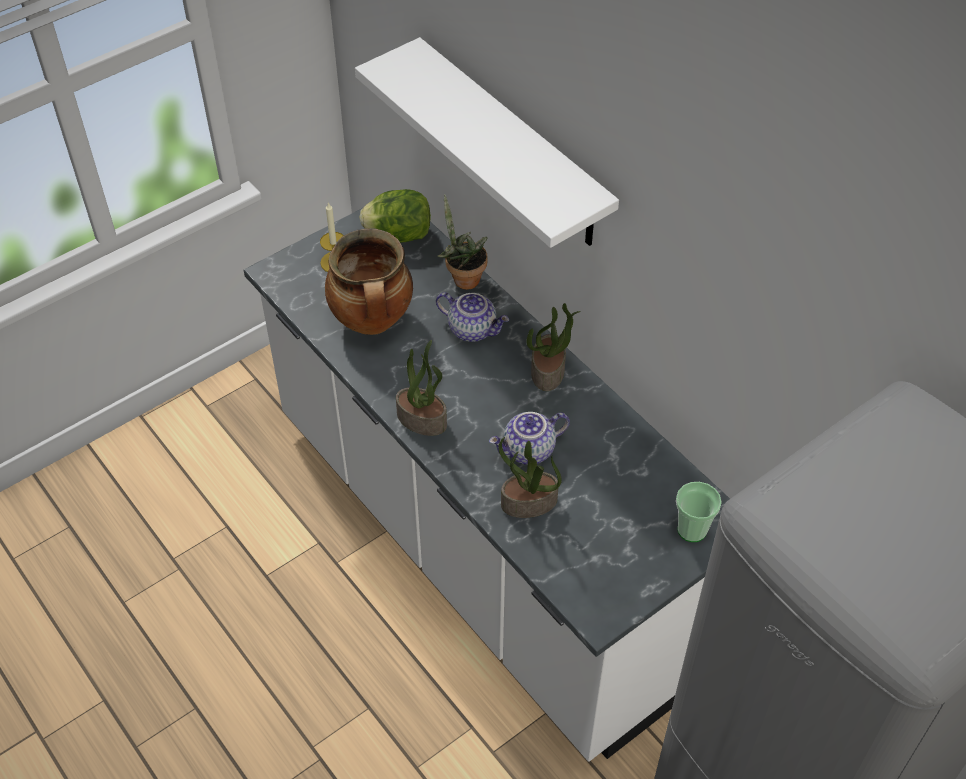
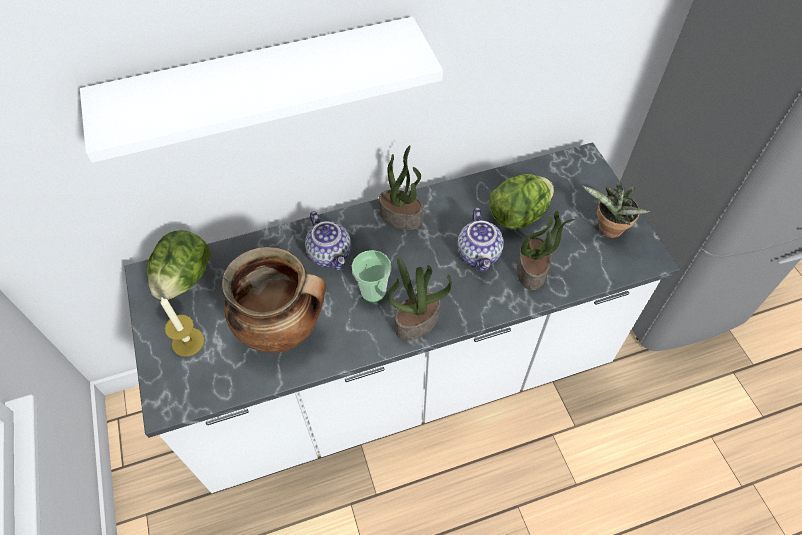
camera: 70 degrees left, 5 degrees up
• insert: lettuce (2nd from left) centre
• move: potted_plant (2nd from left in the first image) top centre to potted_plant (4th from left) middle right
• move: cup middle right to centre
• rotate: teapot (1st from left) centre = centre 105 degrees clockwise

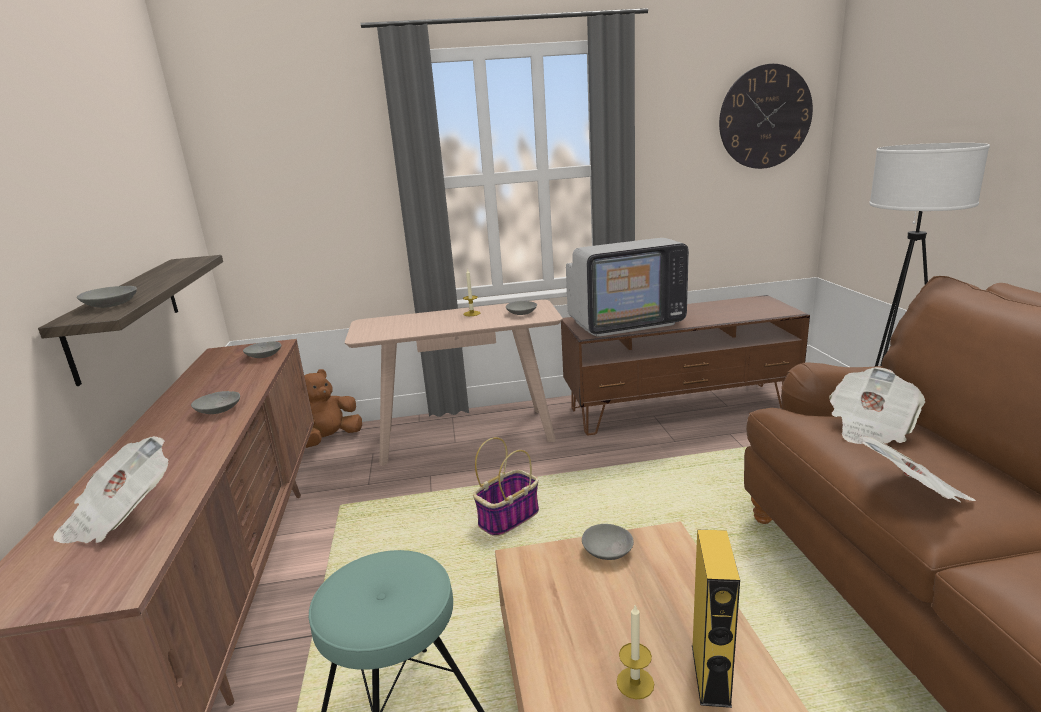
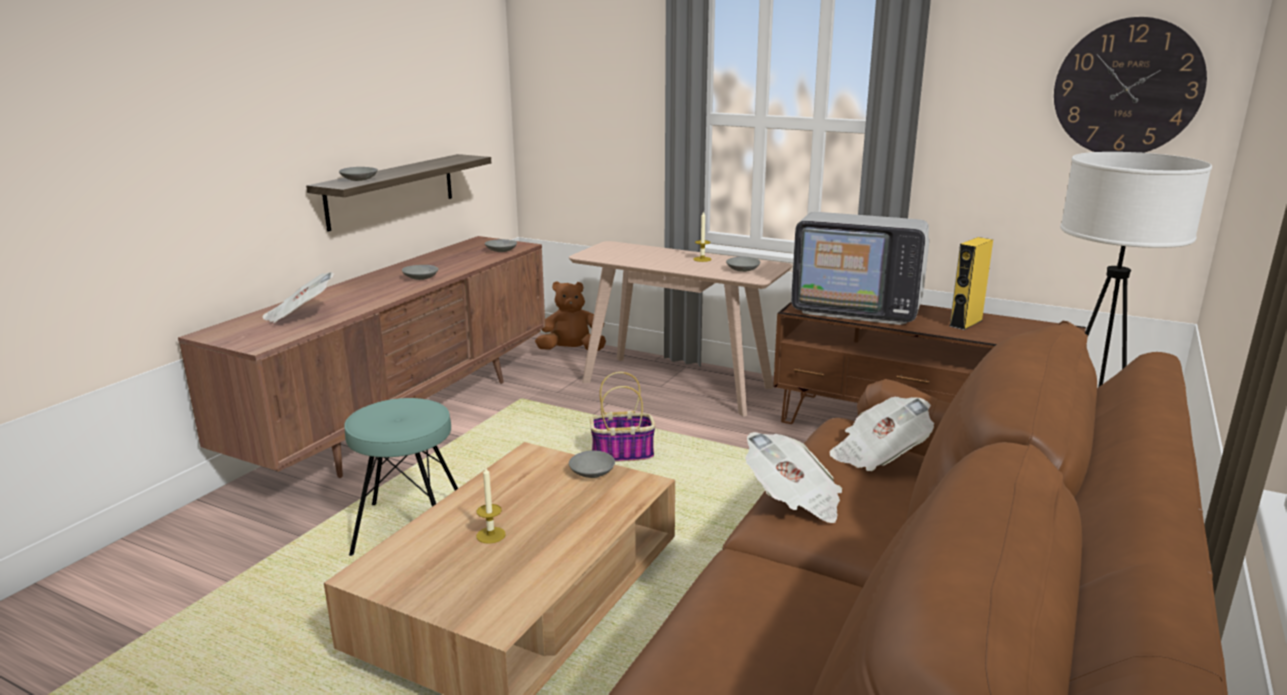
camera: 35 degrees right, 0 degrees up
• move: yellow_speaker bottom right to middle right

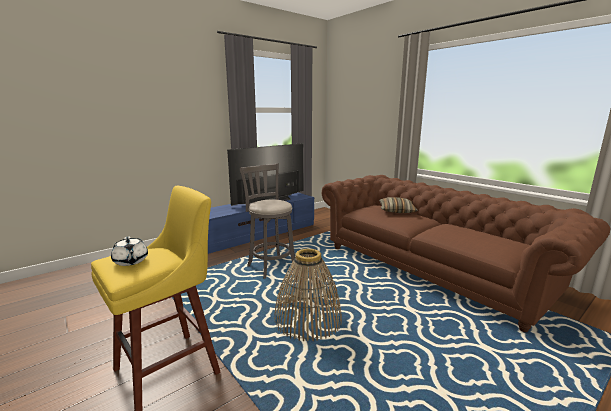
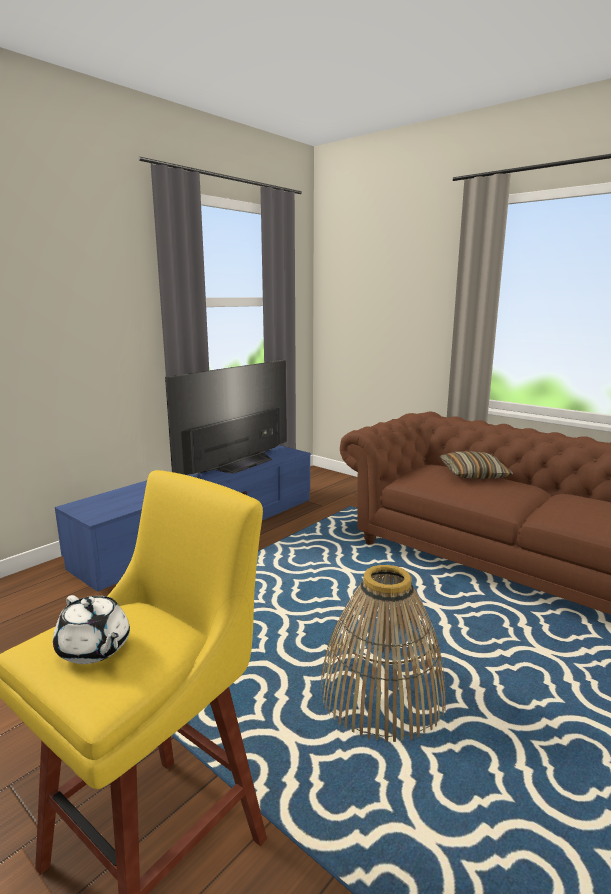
camera: 10 degrees left, 0 degrees up
• delete: grey_stool centre

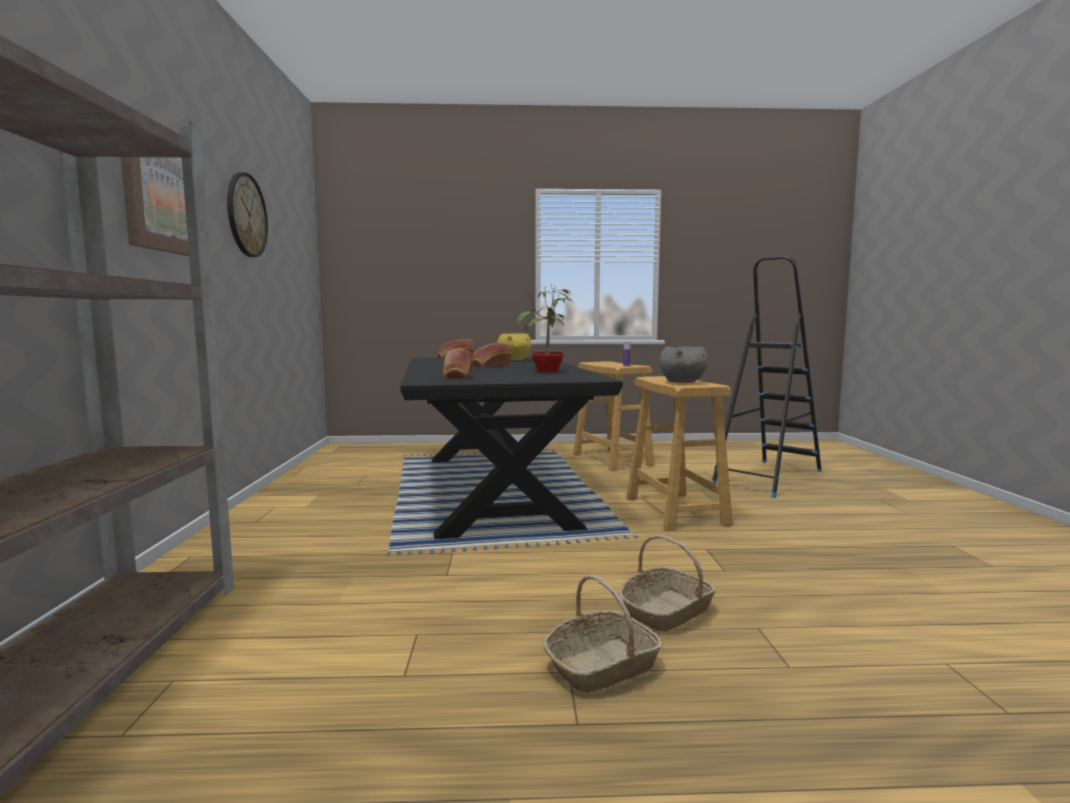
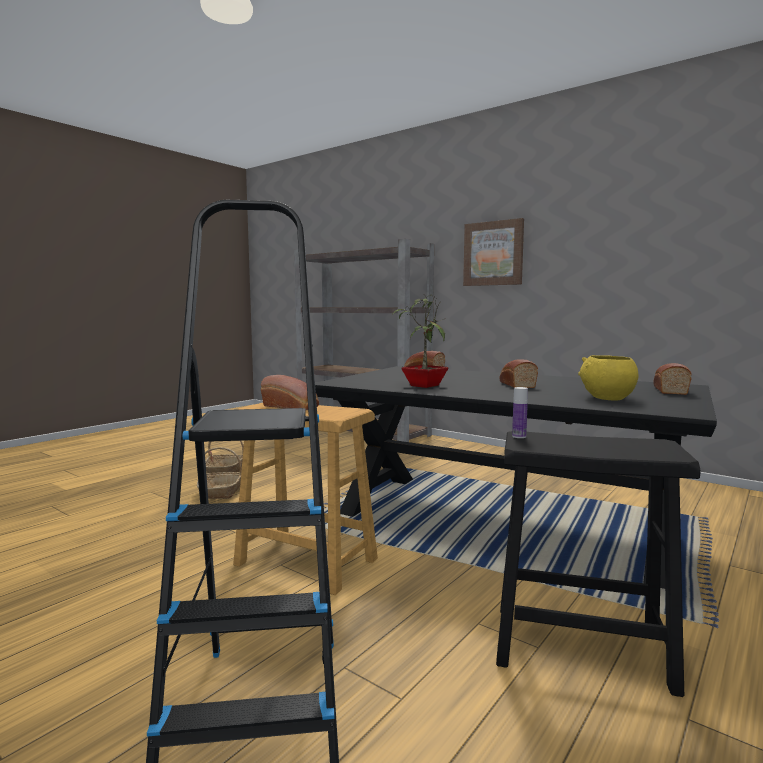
camera: 130 degrees right, 0 degrees up
• delete: wall_clock top left
• replace: grey_bowl centre to bread (1st from left) centre
• recolor: beige_stool (1st from left) centre to black_stool bottom right

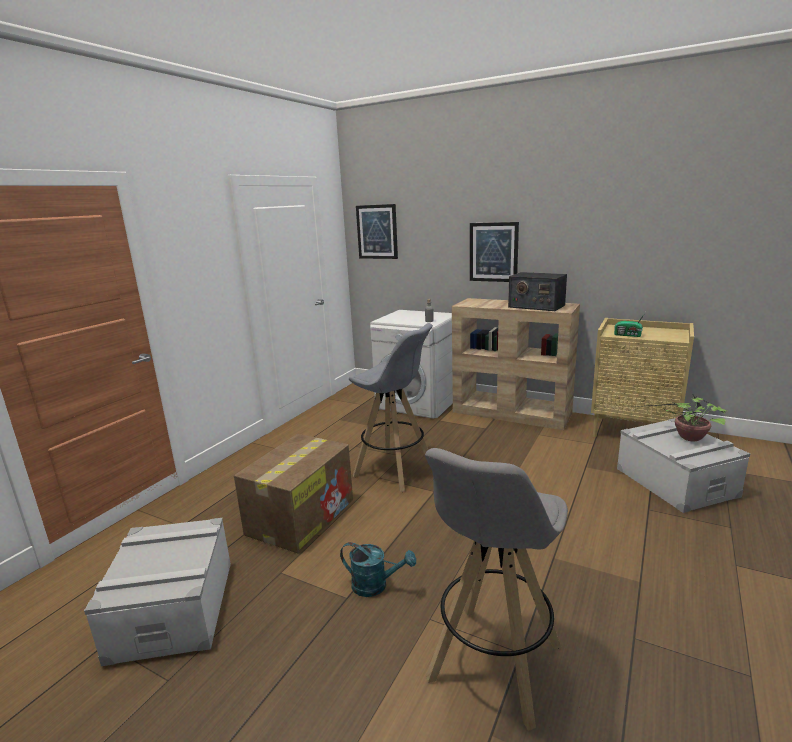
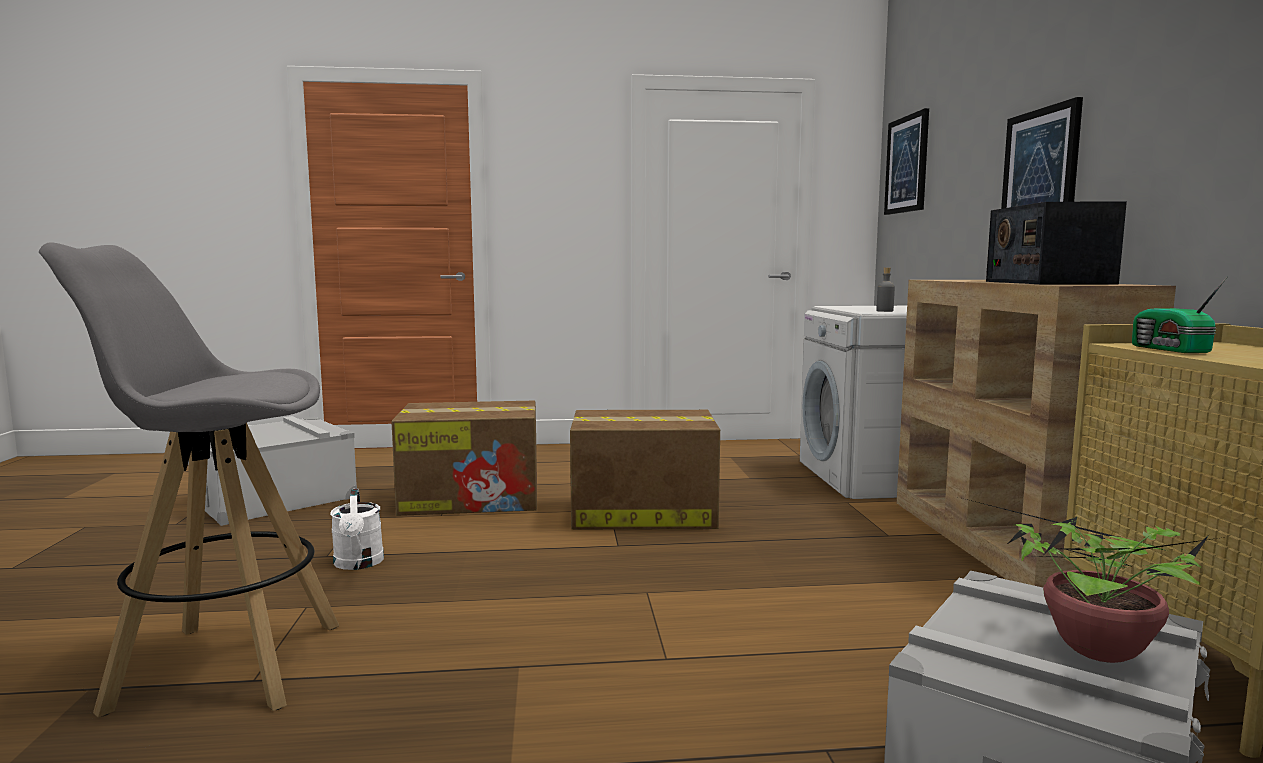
camera: 55 degrees right, 10 degrees down
• replace: grey_stool (1st from left) centre to cardboard_box (2nd from left) centre
• recolor: turquoise_watering_can bottom centre to white_watering_can bottom left

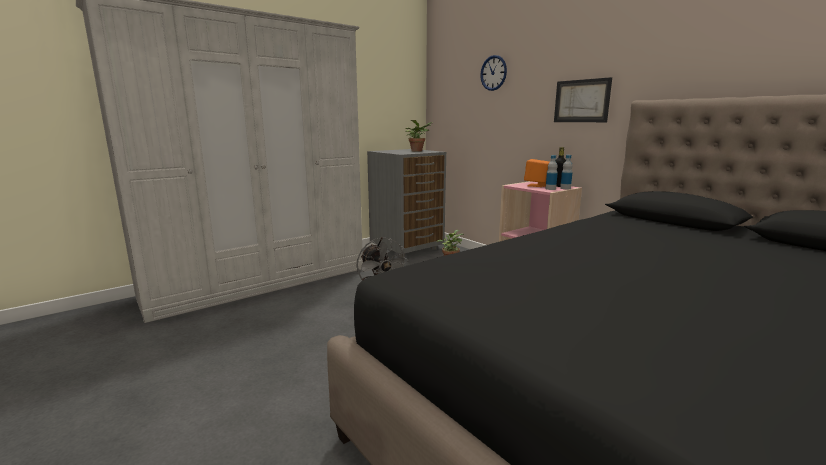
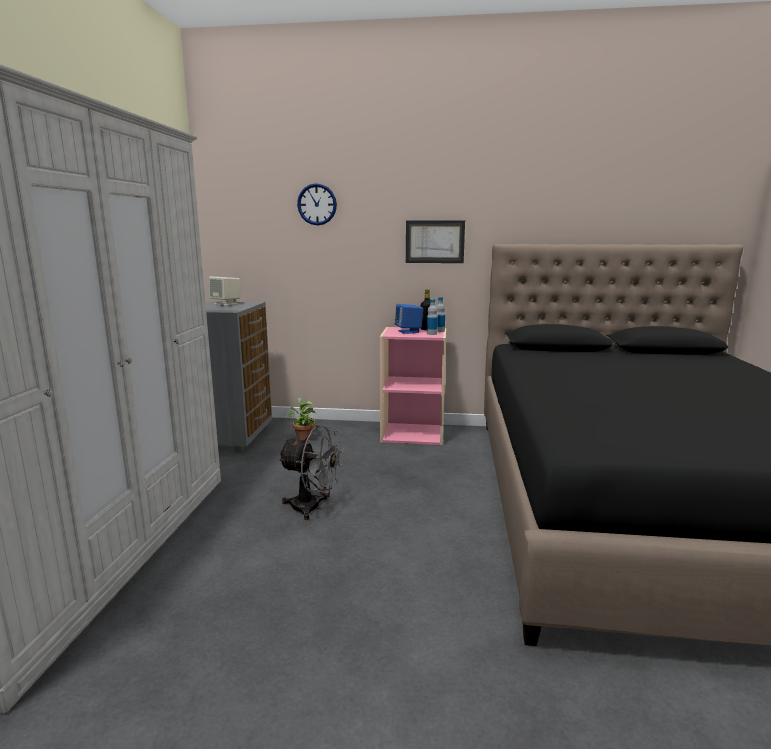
camera: 45 degrees left, 0 degrees up
• replace: potted_plant (1st from left) top centre to beige_speaker middle left
• recolor: orange_speaker centre to blue_speaker centre

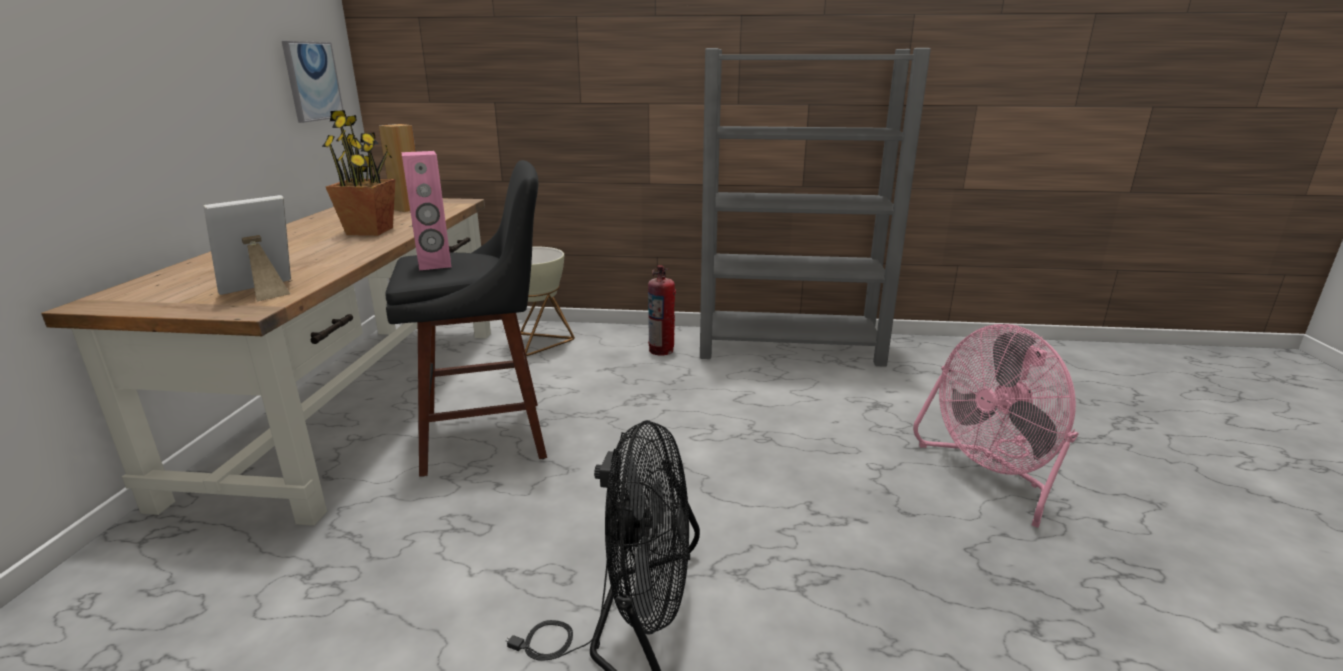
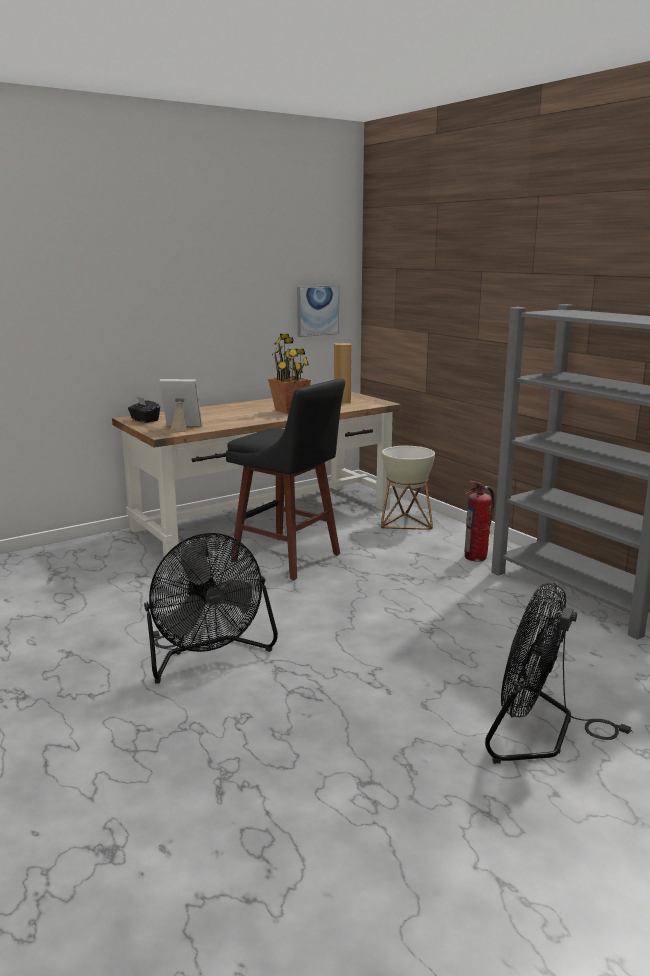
camera: 50 degrees right, 5 degrees down
• delete: pink_speaker top left
• insert: black_tissue_box middle left
• recolor: pink_fan middle right to black_fan (2nd from left) bottom right

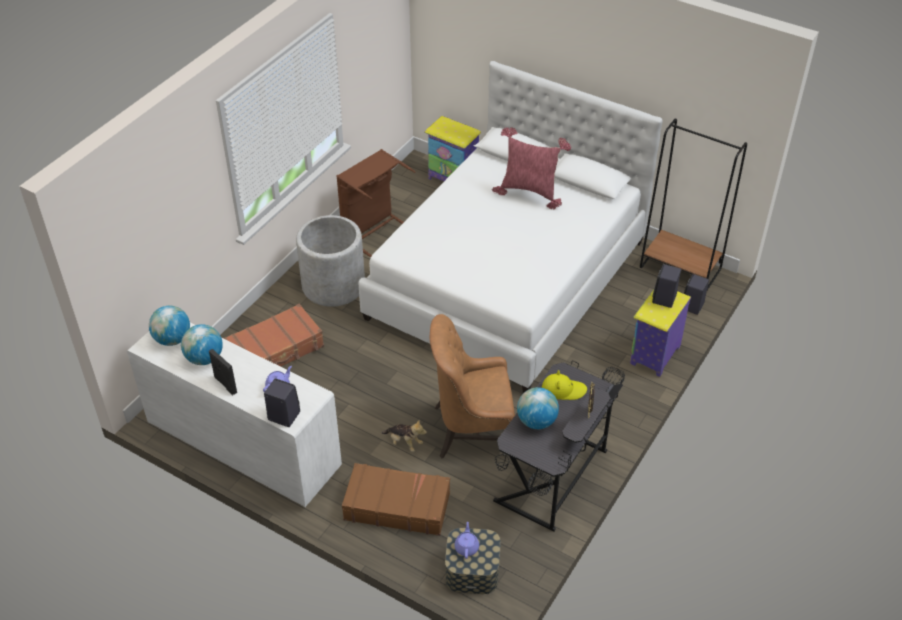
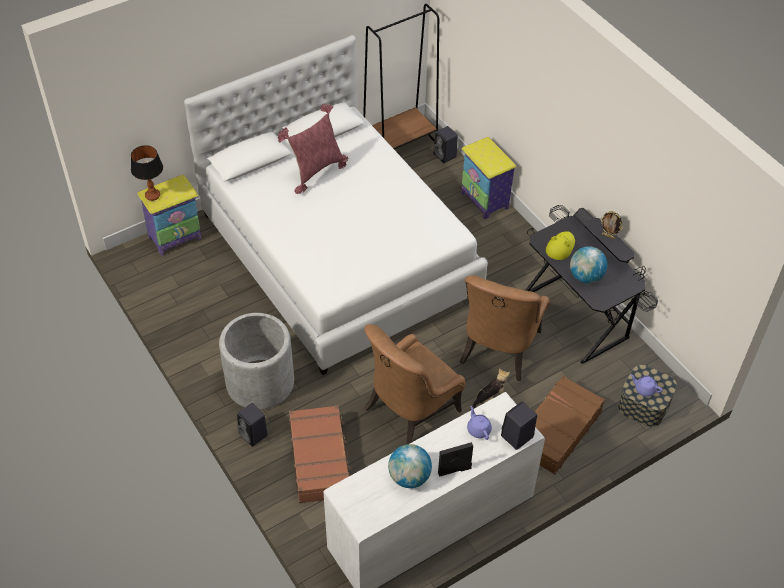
camera: 65 degrees left, 5 degrees up
• delete: globe (1st from left) middle left
• delete: brown_laundry_basket top centre
• insert: table_lamp top left
• insert: brown_chair (1st from left) centre
• move: black_speaker (2nd from left in the first image) middle right to black_speaker (1st from left) bottom left

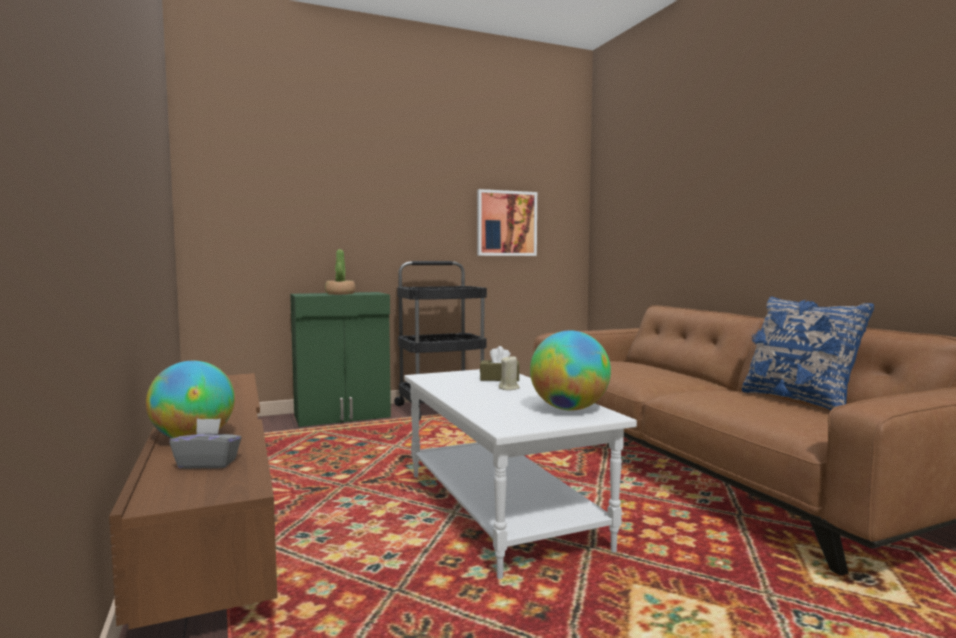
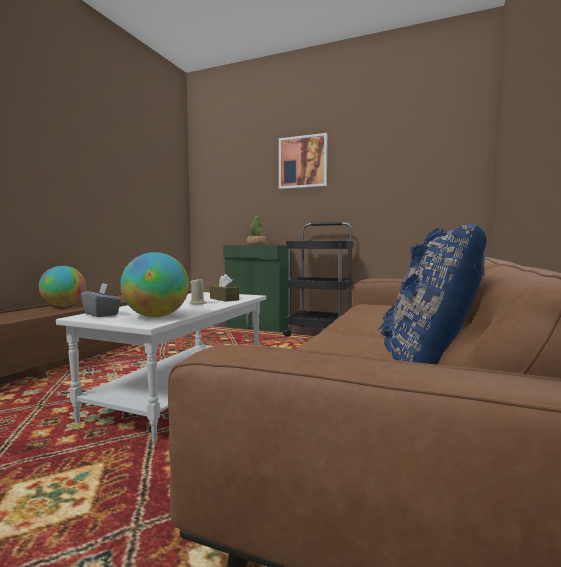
camera: 45 degrees right, 0 degrees up
• move: grey_tissue_box bottom left to middle left
• move: picture centre to top centre

